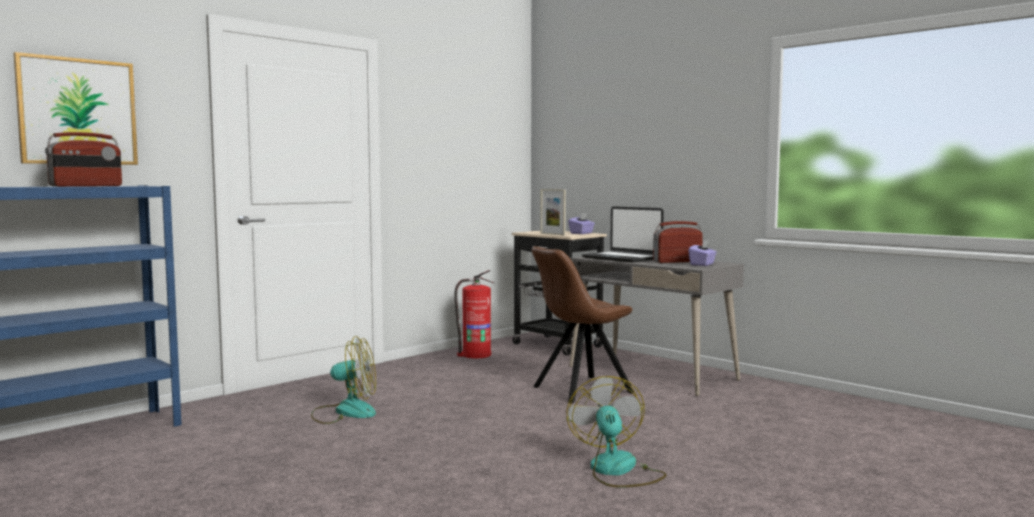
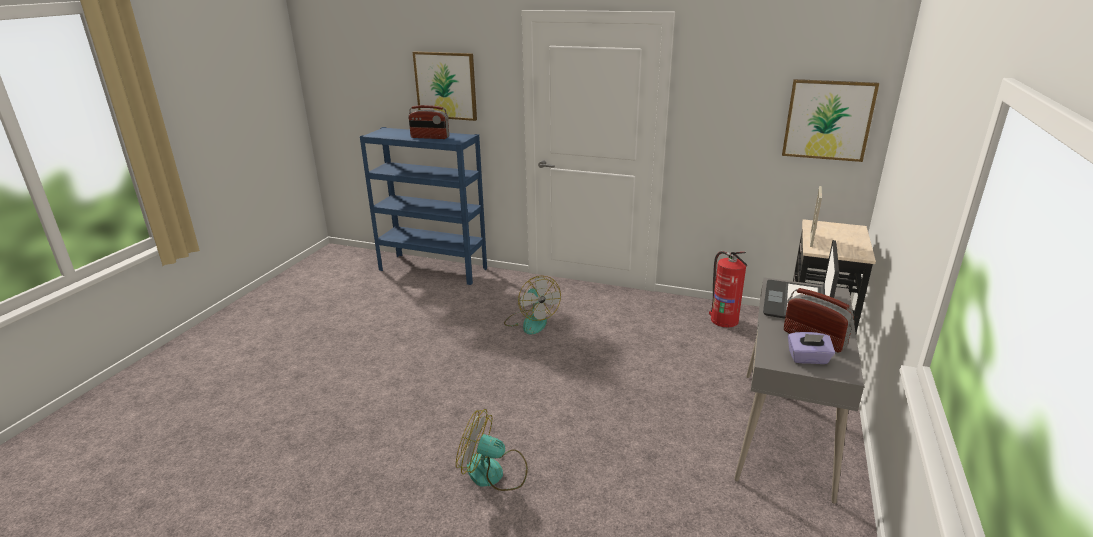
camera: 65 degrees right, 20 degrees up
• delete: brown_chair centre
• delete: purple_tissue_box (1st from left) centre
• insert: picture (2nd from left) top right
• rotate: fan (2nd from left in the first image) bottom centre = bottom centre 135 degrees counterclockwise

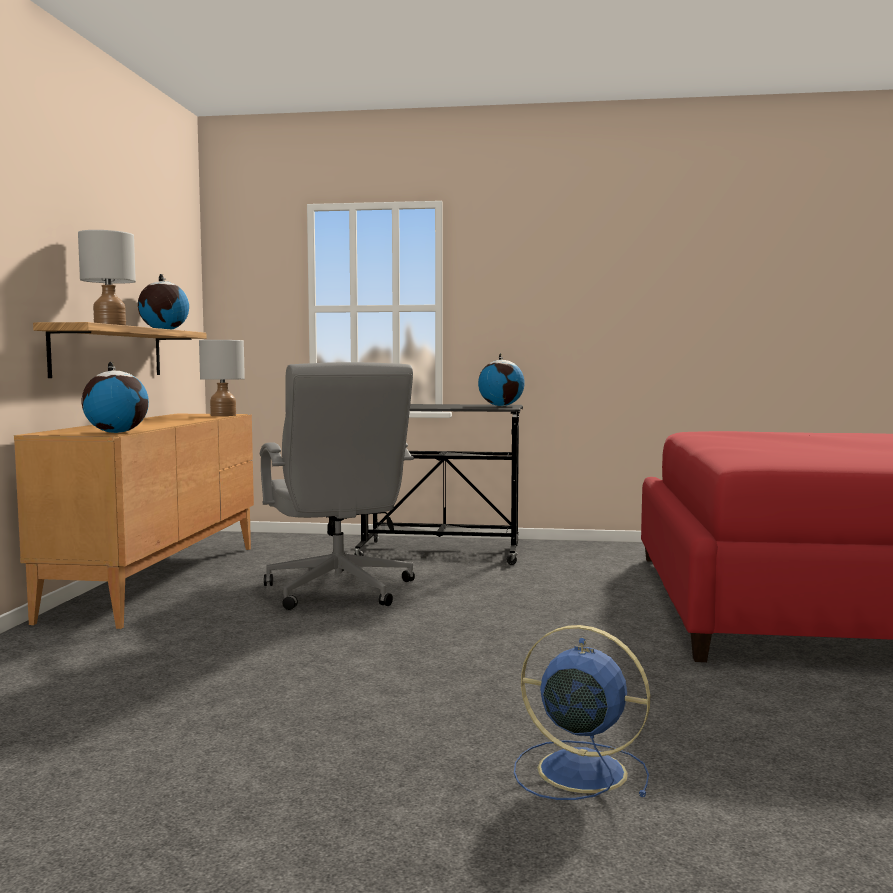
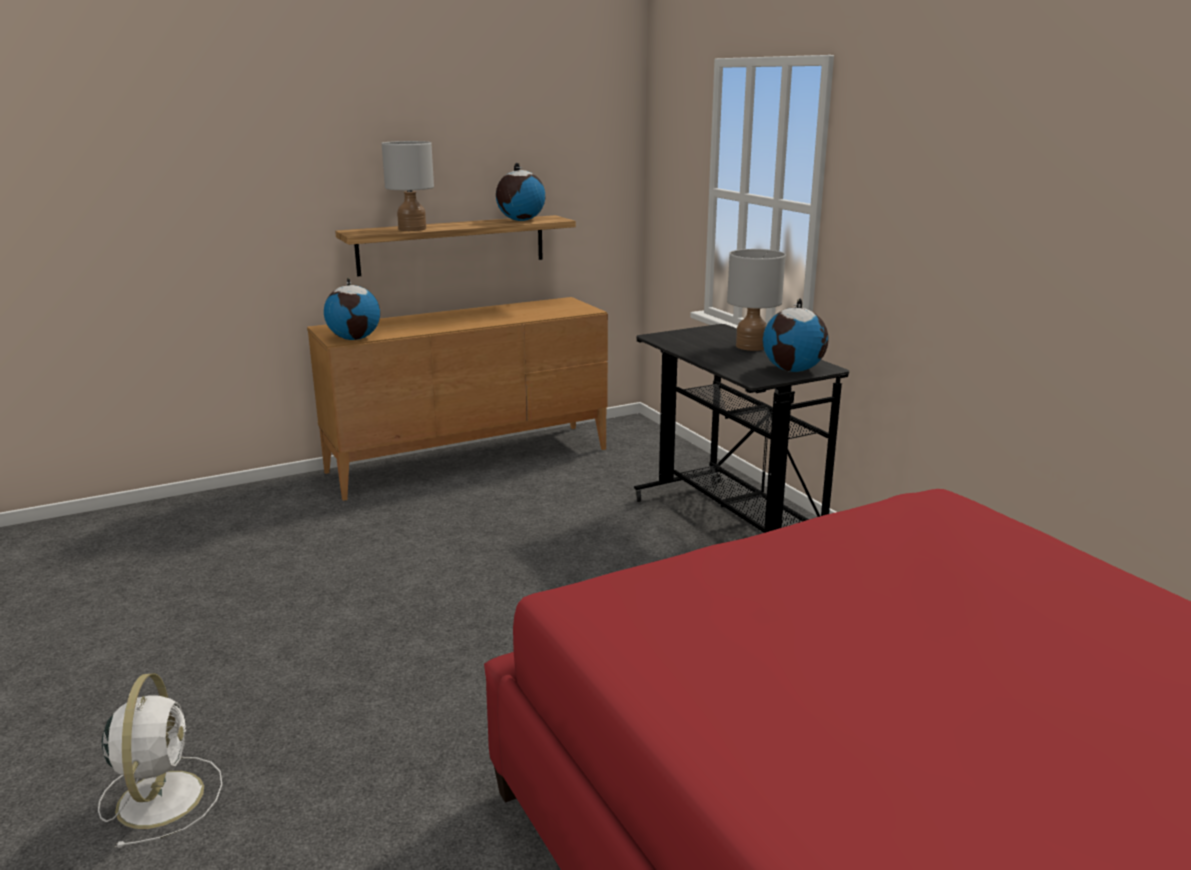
camera: 55 degrees right, 15 degrees up
• delete: grey_office_chair centre
• move: grey_table_lamp (2nd from left) middle left to centre
• recolor: blue_fan bottom centre to white_fan bottom left

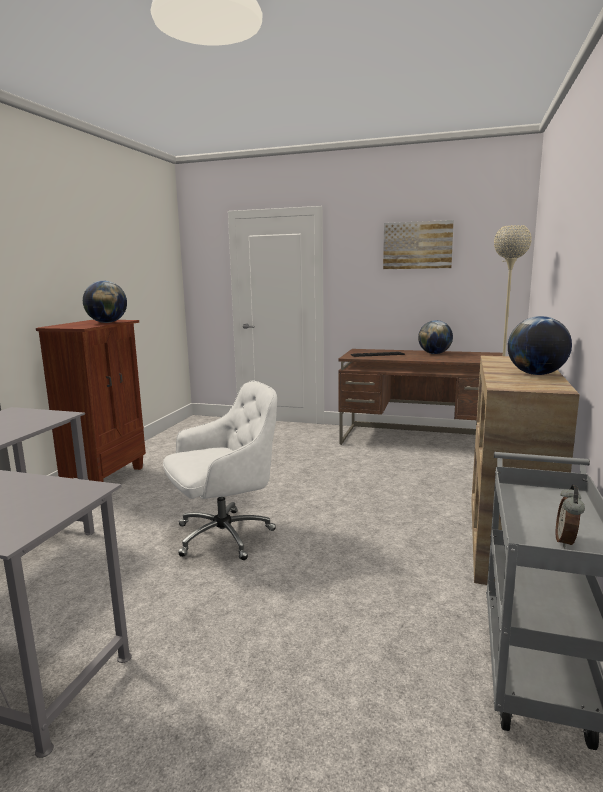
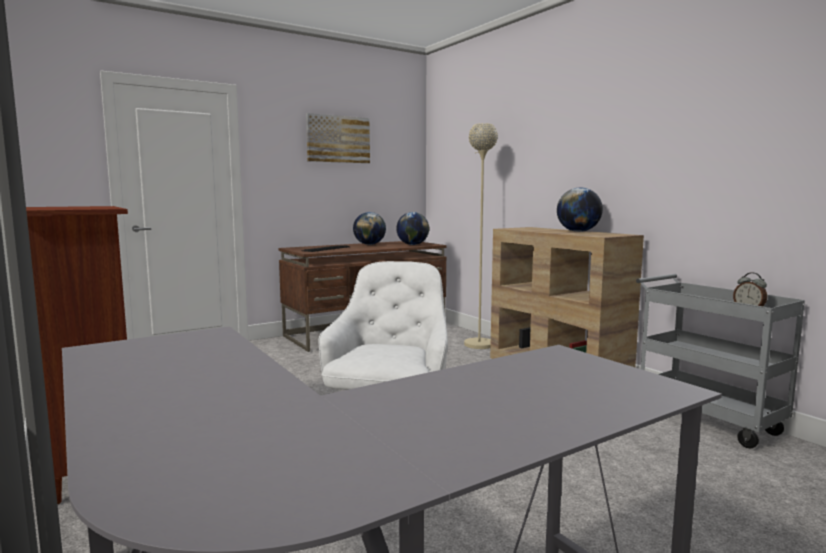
camera: 50 degrees left, 5 degrees down
• move: globe (1st from left in the first image) middle left to globe (2nd from left) centre

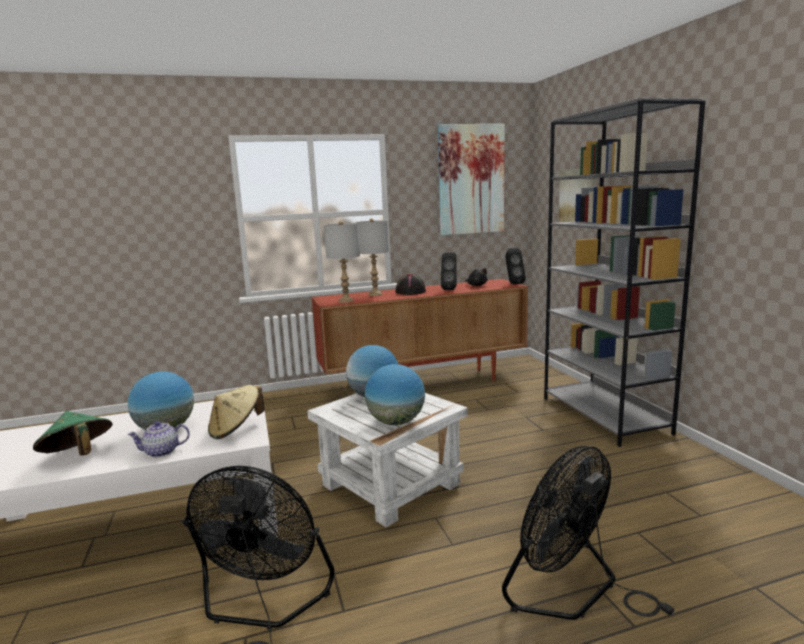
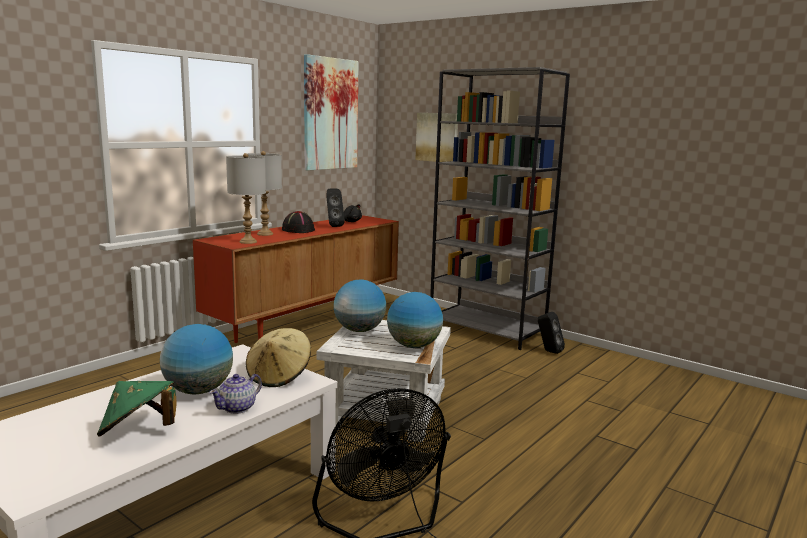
camera: 35 degrees left, 0 degrees up
• delete: black_fan (2nd from left) bottom right
• move: black_speaker (2nd from left) centre to middle right

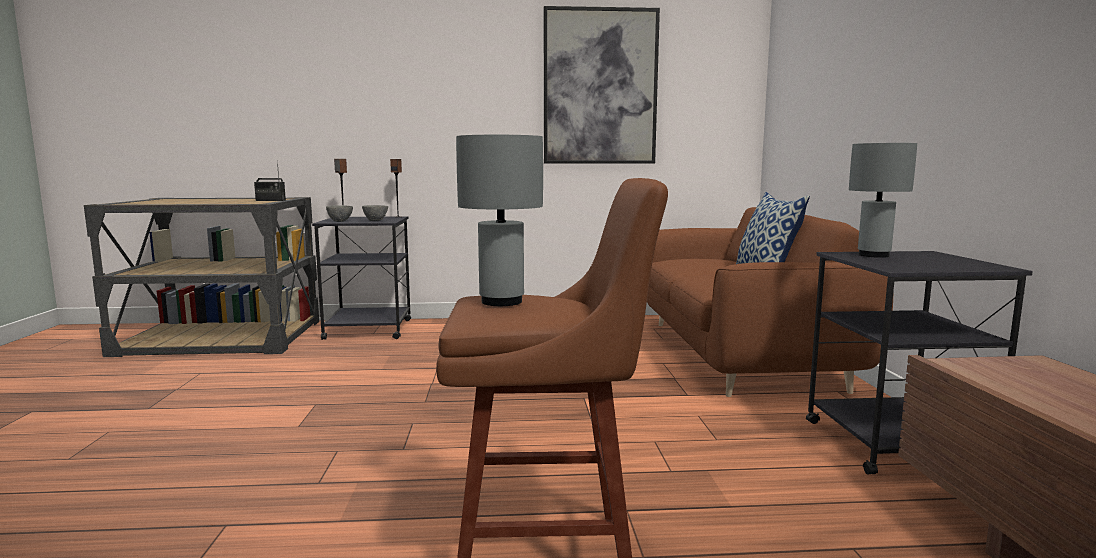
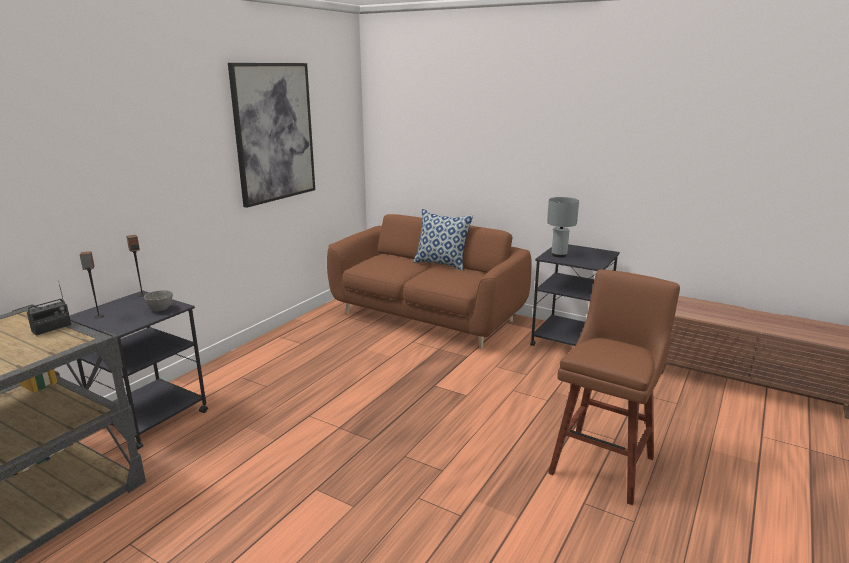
camera: 55 degrees left, 10 degrees up
• delete: grey_bowl (1st from left) middle left
• delete: grey_table_lamp (1st from left) centre

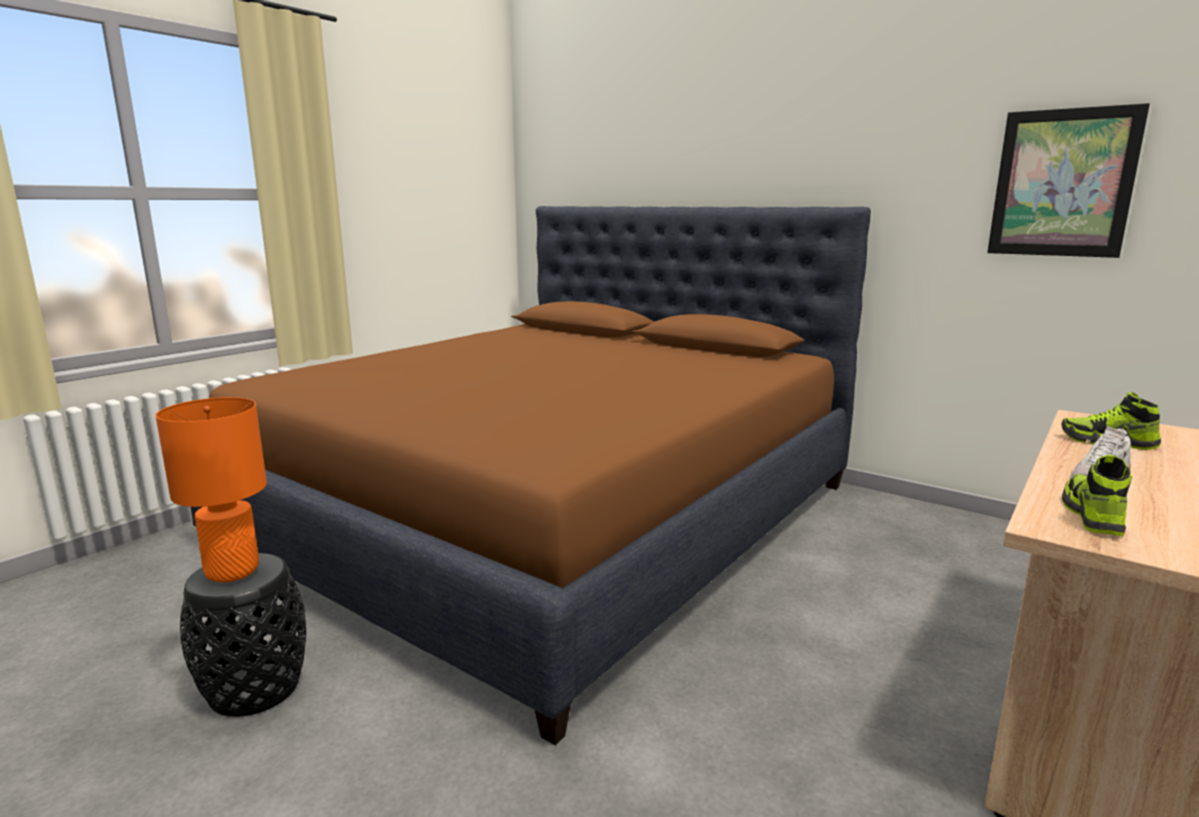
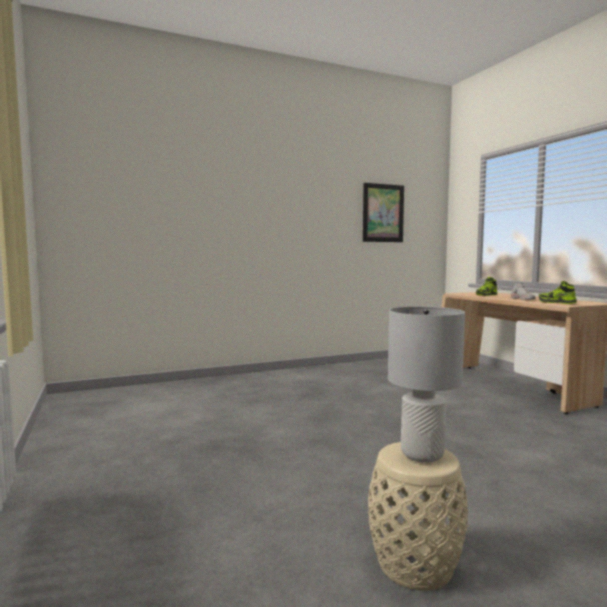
camera: 60 degrees left, 10 degrees down
• delete: brown_bed centre
• recolor: orange_table_lamp middle left to grey_table_lamp middle right
• recolor: black_stool bottom left to beige_stool bottom right

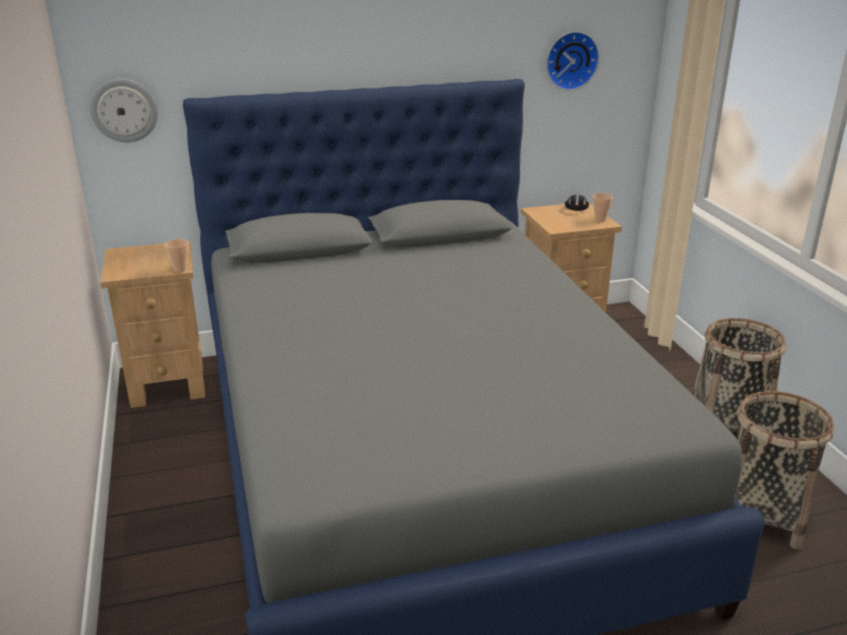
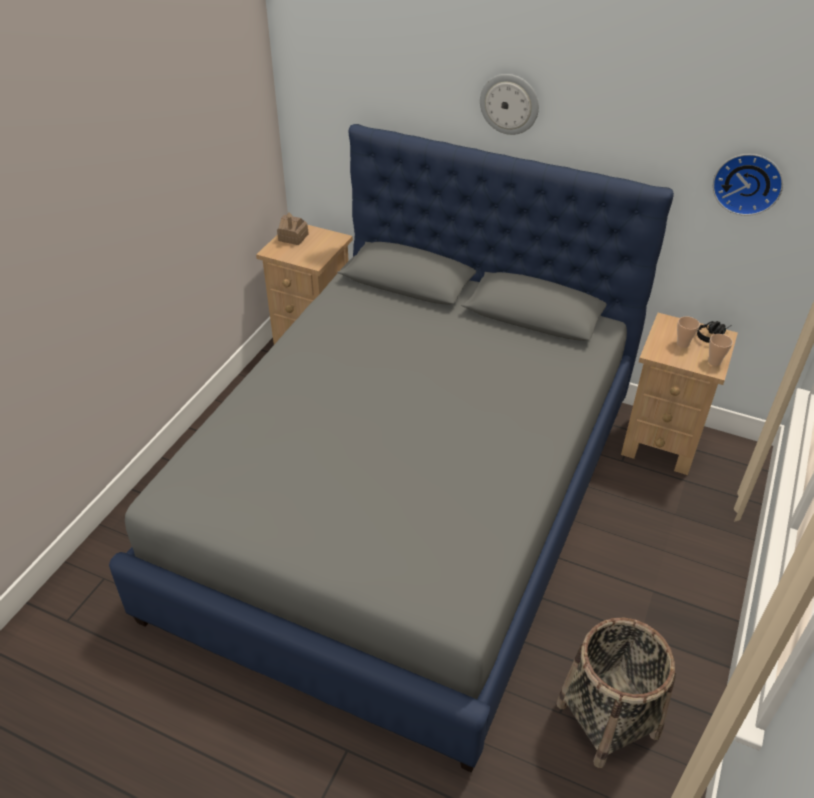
camera: 40 degrees right, 15 degrees up
• delete: basket (1st from left) middle right
• insert: toy_house top centre
• move: wall_clock (1st from left) top left to top centre
• move: cup (1st from left) middle left to middle right

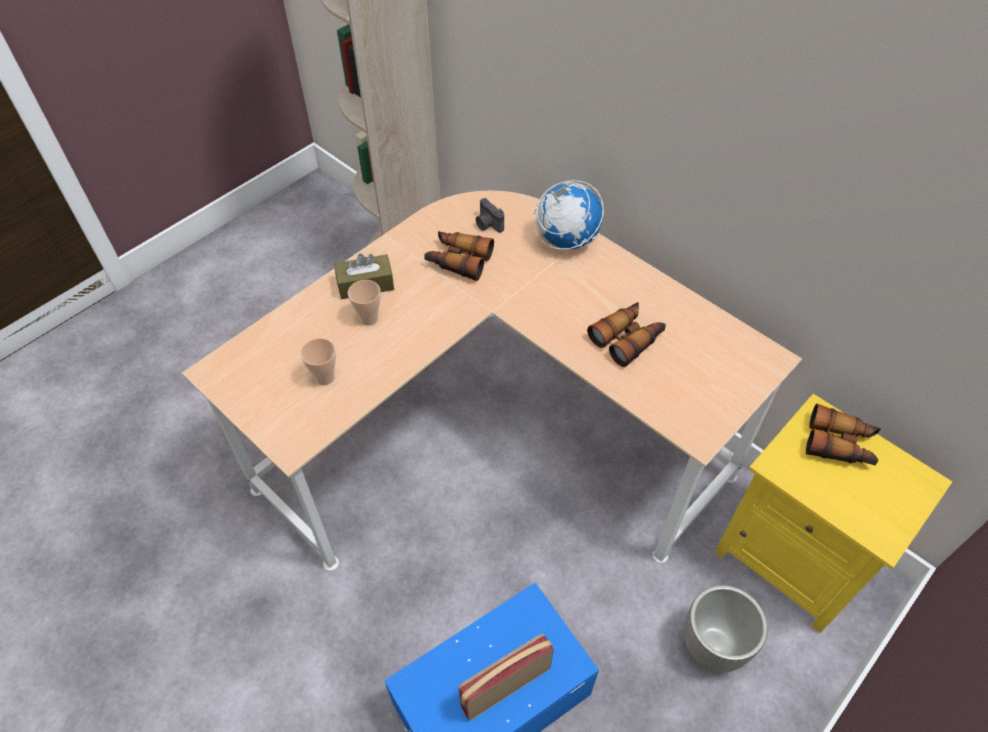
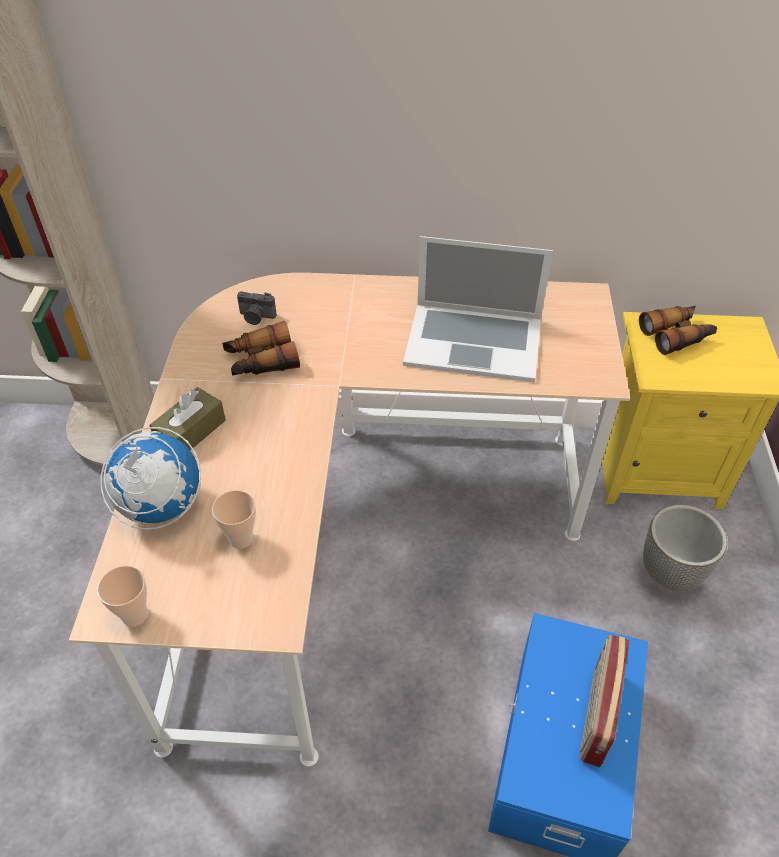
camera: 40 degrees left, 5 degrees down
• move: cup (2nd from left in the first image) centre to cup (1st from left) bottom left
• move: globe top centre to middle left
• replace: binoculars (2nd from left) centre to laptop centre

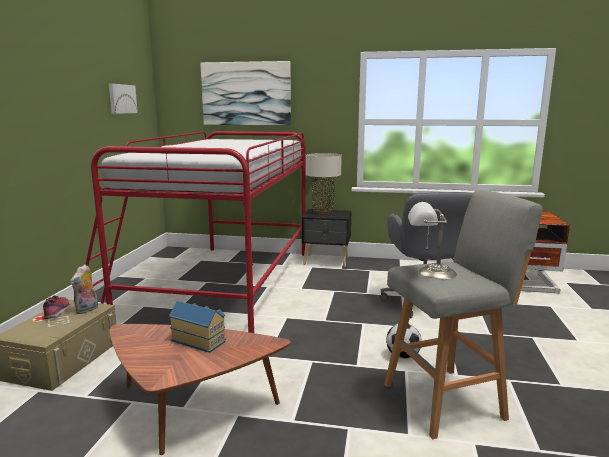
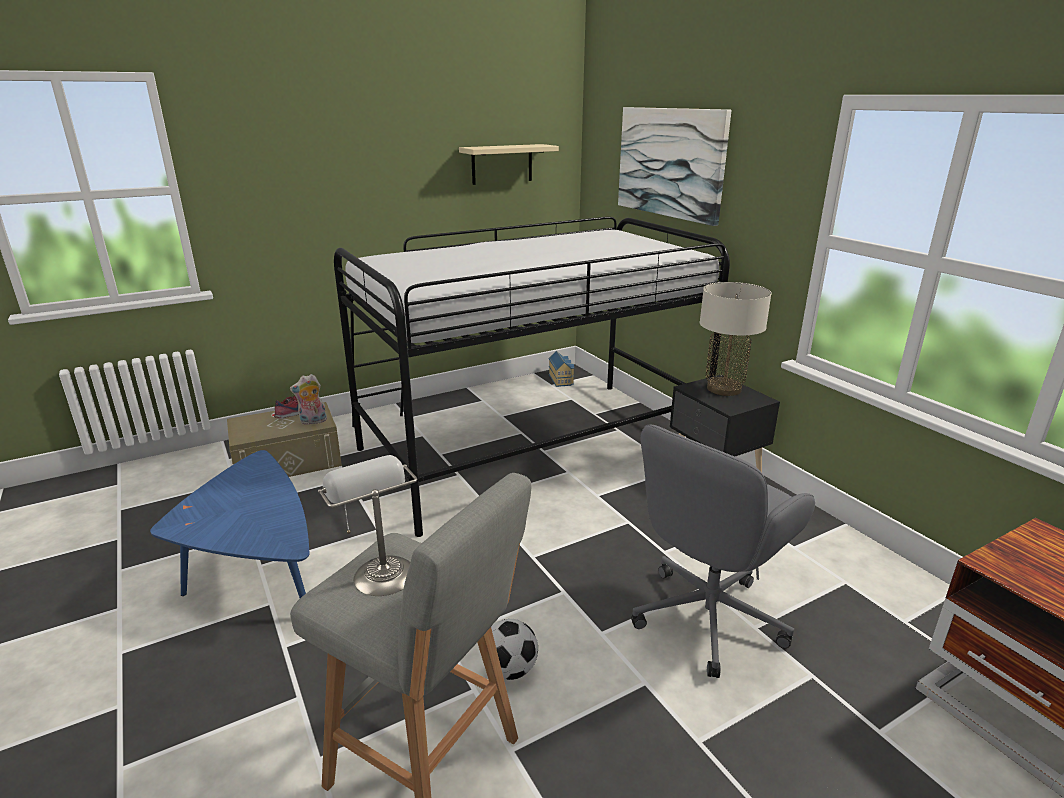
camera: 50 degrees right, 10 degrees up
• move: toy_house bottom left to centre
• replace: picture (1st from left) top left to beige_shelf top centre
• recolor: red_bed middle left to black_bed centre
• recolor: brown_coffee_table bottom left to blue_coffee_table middle left

